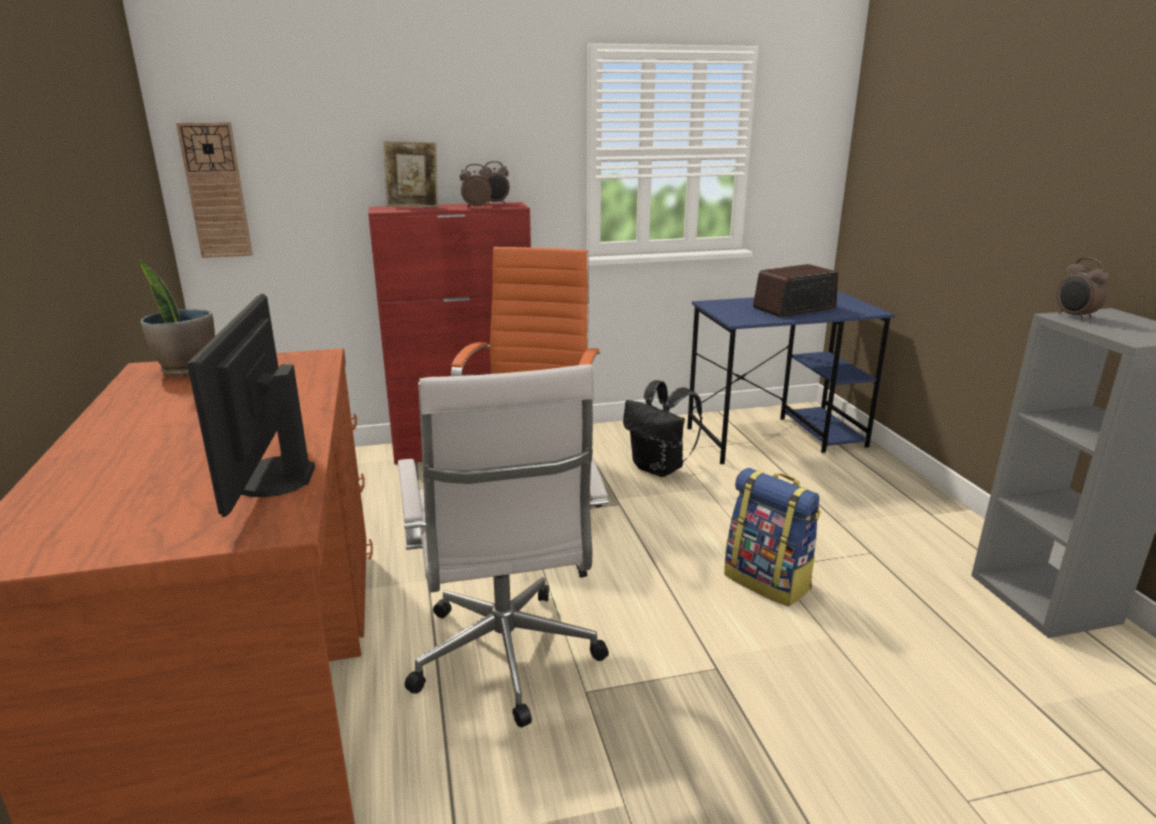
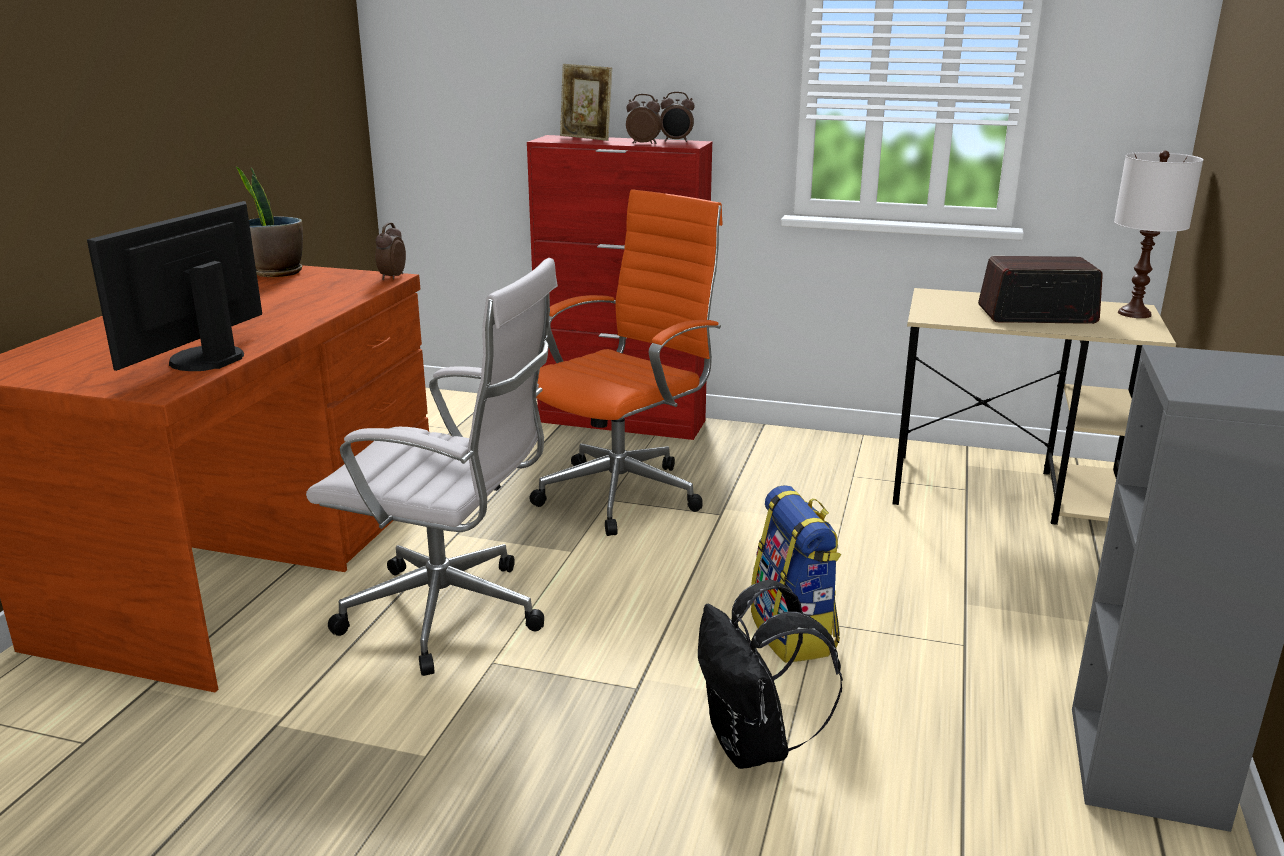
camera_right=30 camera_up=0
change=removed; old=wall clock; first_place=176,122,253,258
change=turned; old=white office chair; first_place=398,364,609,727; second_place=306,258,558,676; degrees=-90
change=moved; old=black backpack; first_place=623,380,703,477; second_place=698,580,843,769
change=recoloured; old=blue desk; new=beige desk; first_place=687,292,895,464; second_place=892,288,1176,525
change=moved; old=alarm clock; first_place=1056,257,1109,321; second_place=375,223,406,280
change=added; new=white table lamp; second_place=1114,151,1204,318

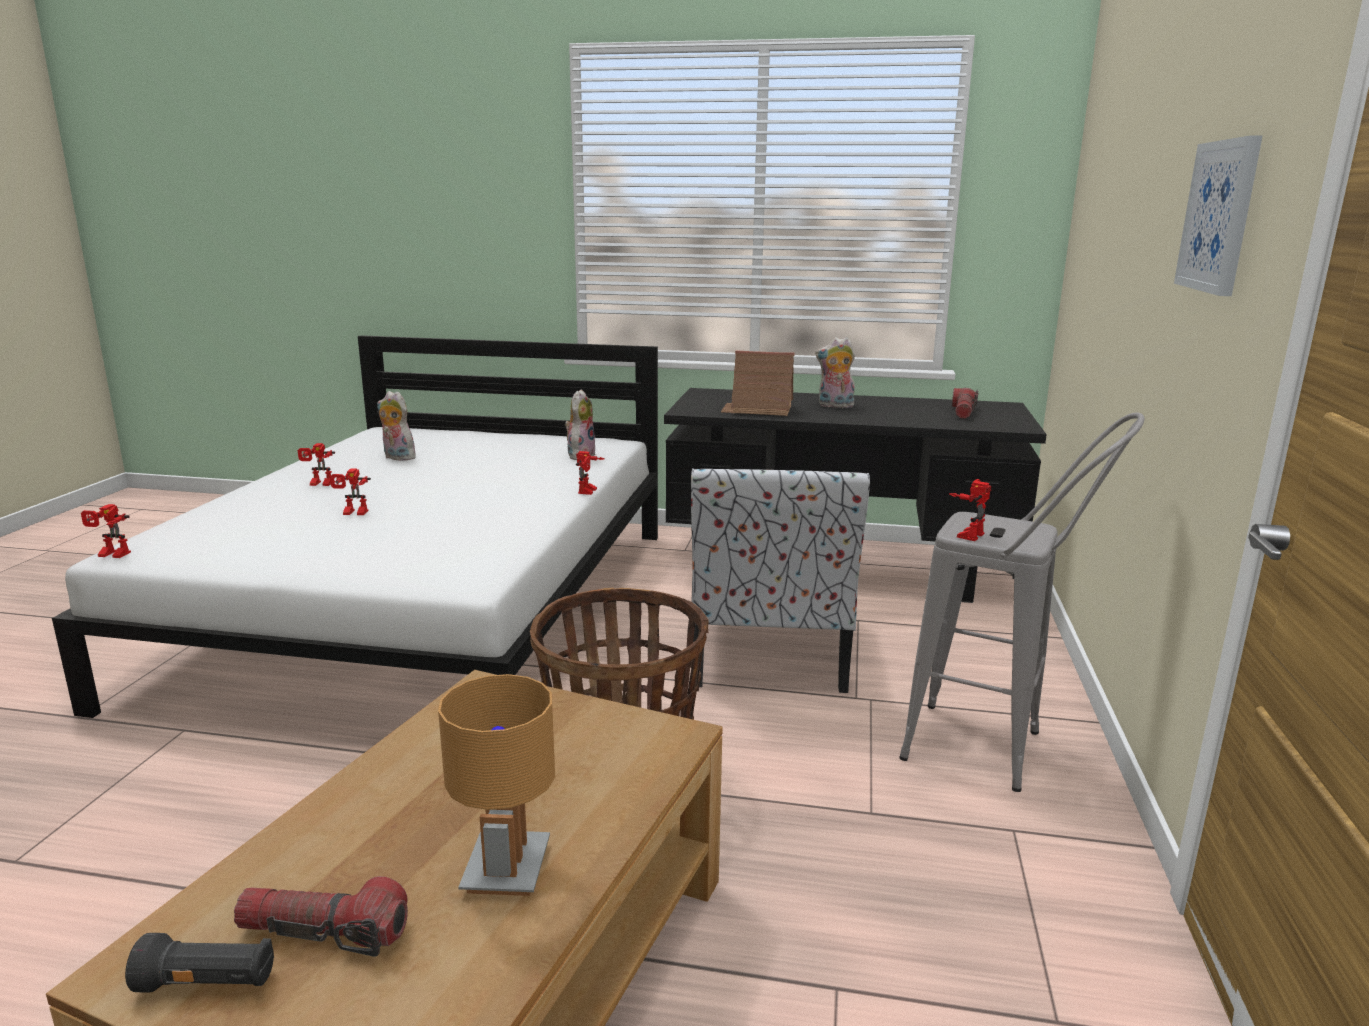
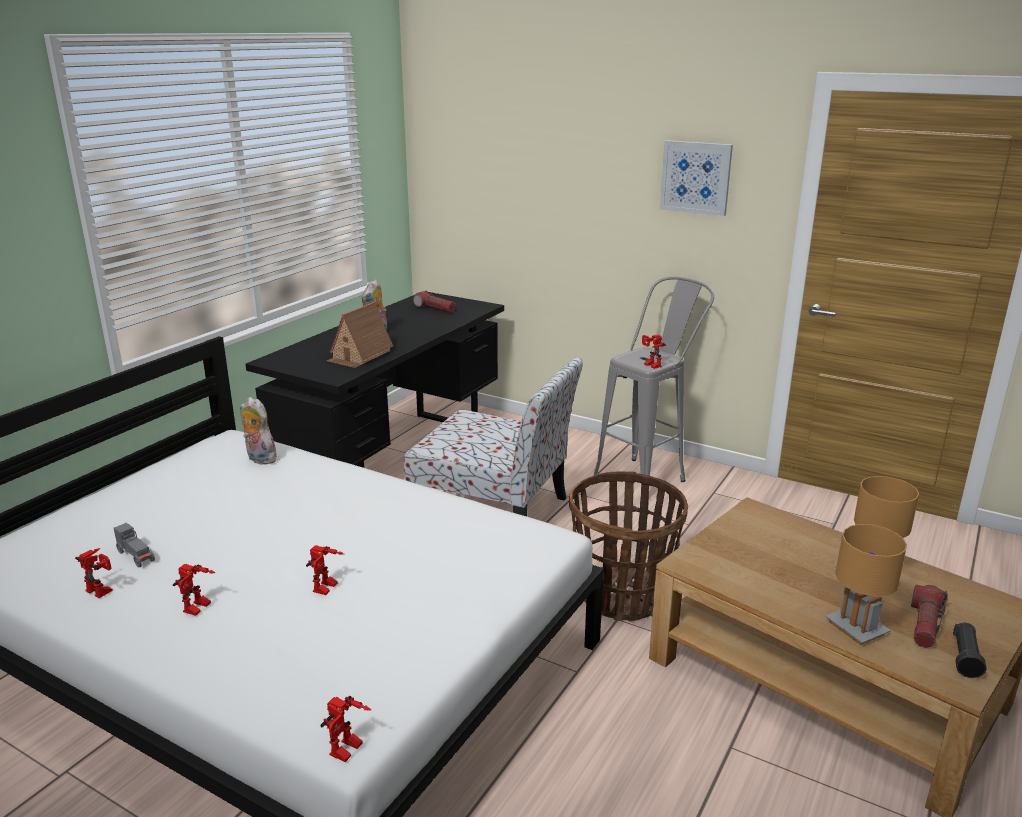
camera_right=-70 camera_up=5
change=replaced; old=plush toy; new=grey toy car; first_place=377,391,420,461; second_place=114,523,155,568
change=moved; old=toy robot; first_place=576,451,605,495; second_place=75,548,113,598
change=added; new=brown table lamp; second_place=825,524,907,645

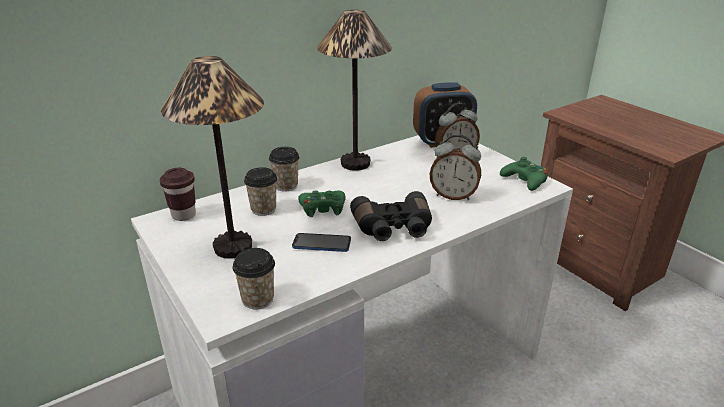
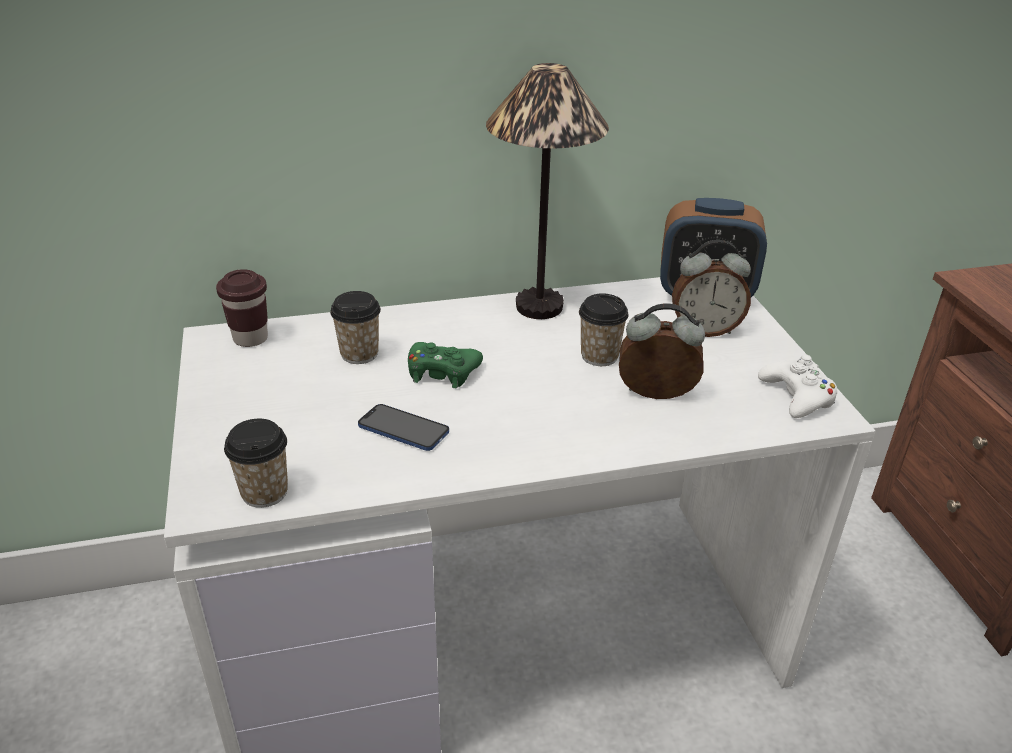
camera_right=20 camera_up=5
change=removed; old=table lamp; first_place=161,56,264,259
change=moved; old=cup; first_place=269,147,299,192; second_place=579,293,629,366
change=removed; old=black binoculars; first_place=350,191,432,241
change=turned; old=alarm clock; first_place=430,134,481,200; second_place=619,303,705,399; degrees=150
change=recoloured; old=green game controller; new=white game controller; first_place=500,157,548,191; second_place=758,355,837,418

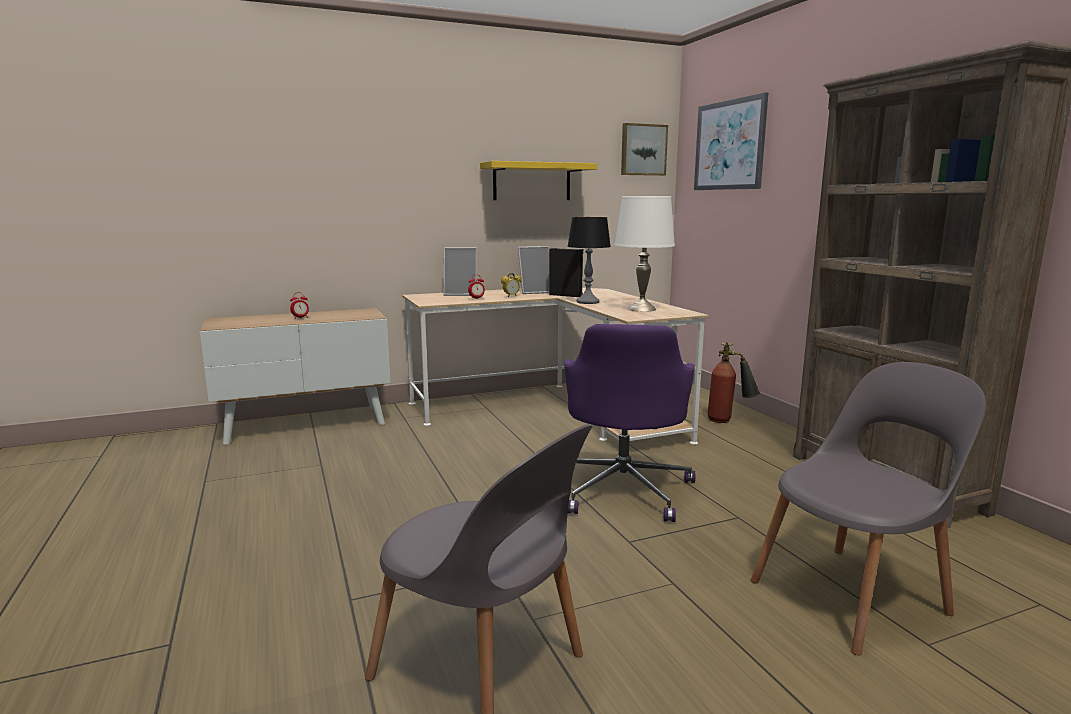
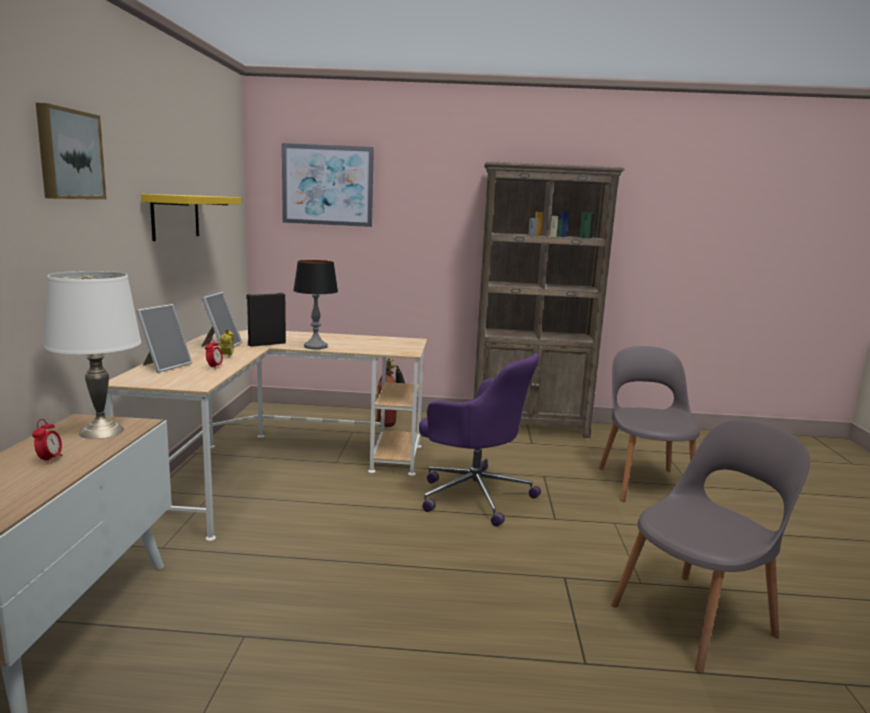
camera_right=-65 camera_up=0
change=moved; old=white table lamp; first_place=614,196,675,312; second_place=44,271,141,439
change=moved; old=picture; first_place=621,123,668,176; second_place=36,103,106,199

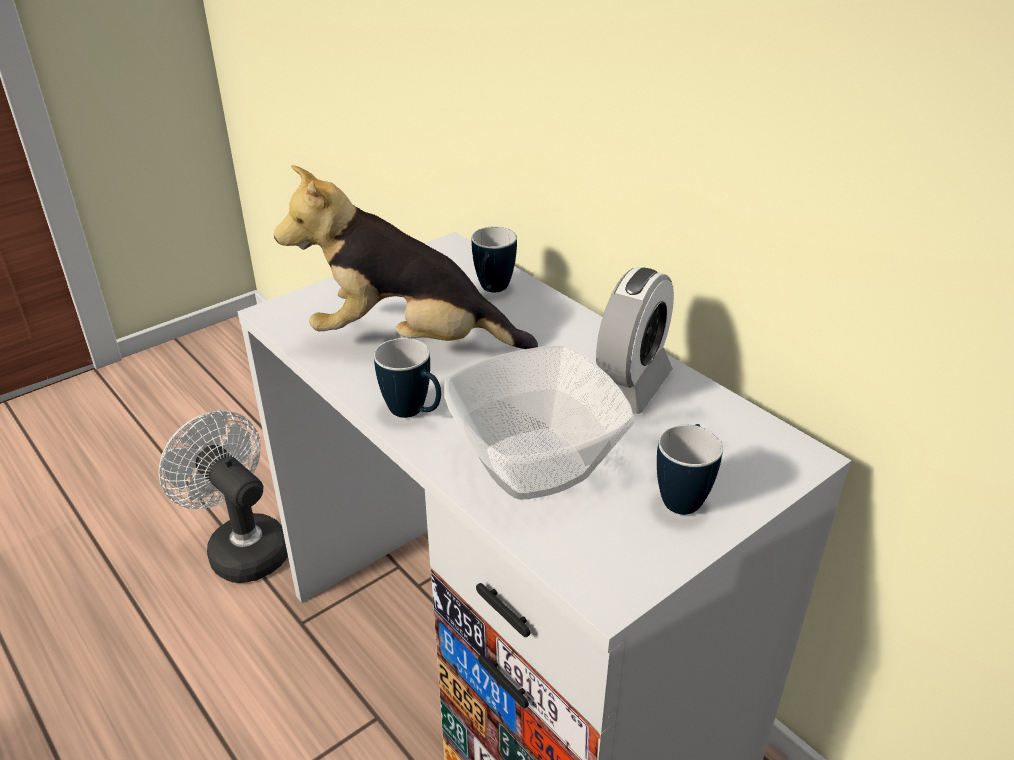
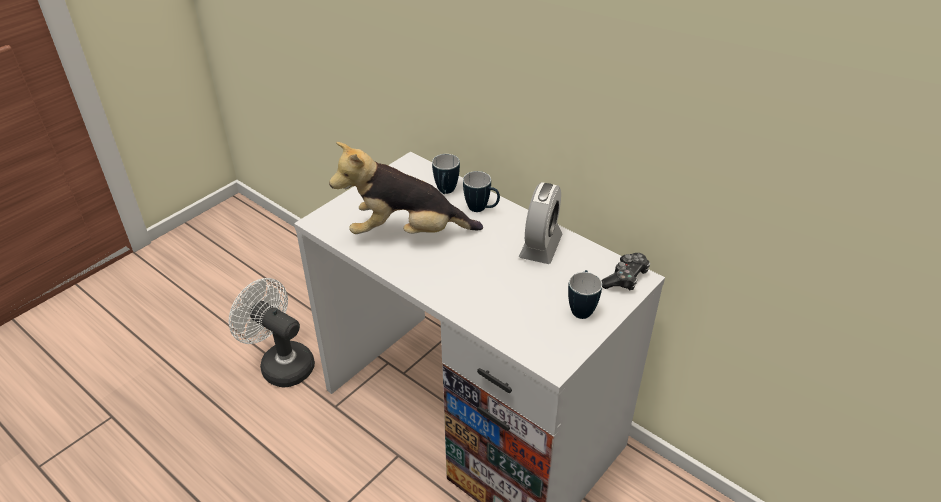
camera_right=-10 camera_up=5
change=moved; old=mug; first_place=374,338,441,418; second_place=463,171,500,212
change=removed; old=bowl; first_place=444,346,634,499
change=added; new=game controller; second_place=601,253,650,290

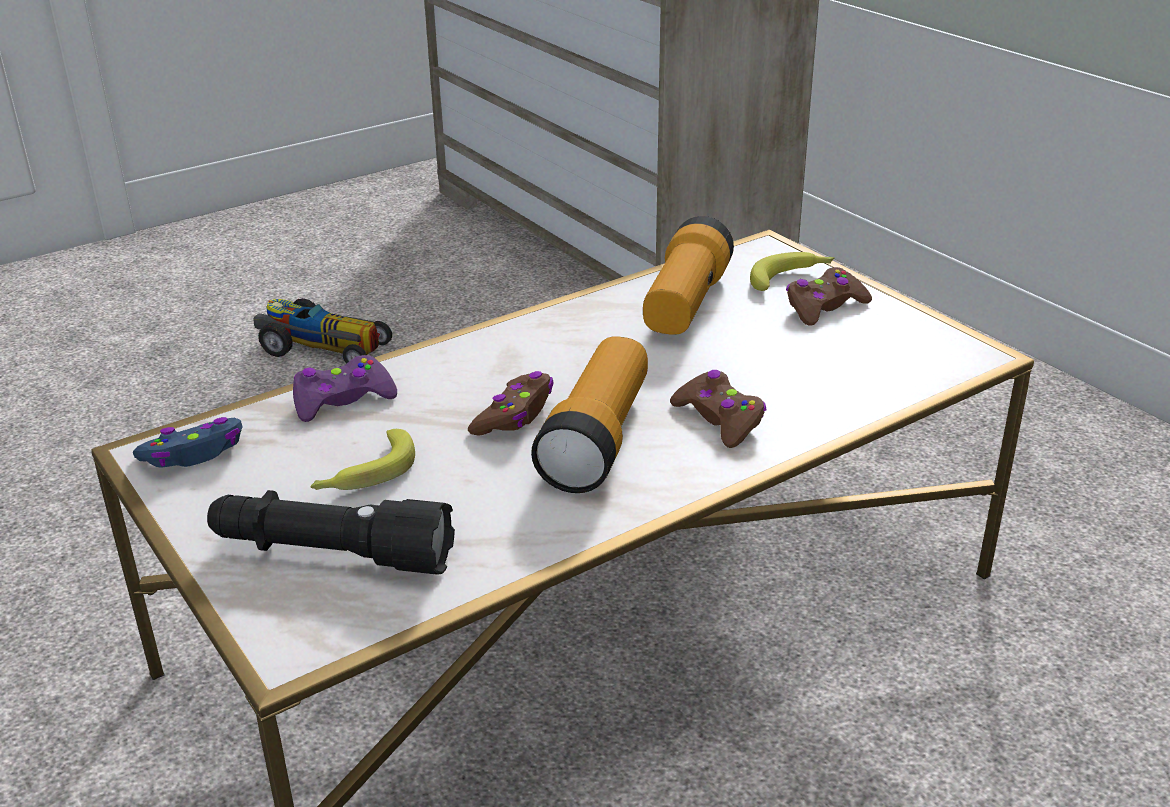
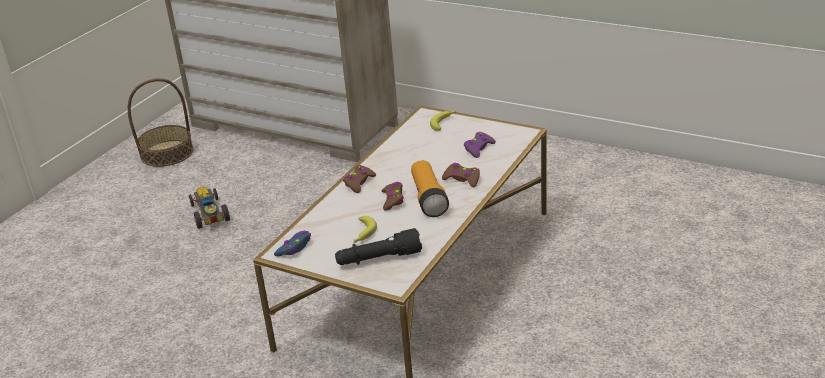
camera_right=-25 camera_up=0
change=turned; old=toy car; first_place=253,298,392,364; second_place=189,186,230,229; degrees=-105
change=moved; old=purple game controller; first_place=293,355,397,422; second_place=464,132,496,158
change=removed; old=flashlight; first_place=643,216,734,335
change=moved; old=brown game controller; first_place=786,267,872,326; second_place=343,165,376,193
change=added; new=basket; second_place=128,78,194,167

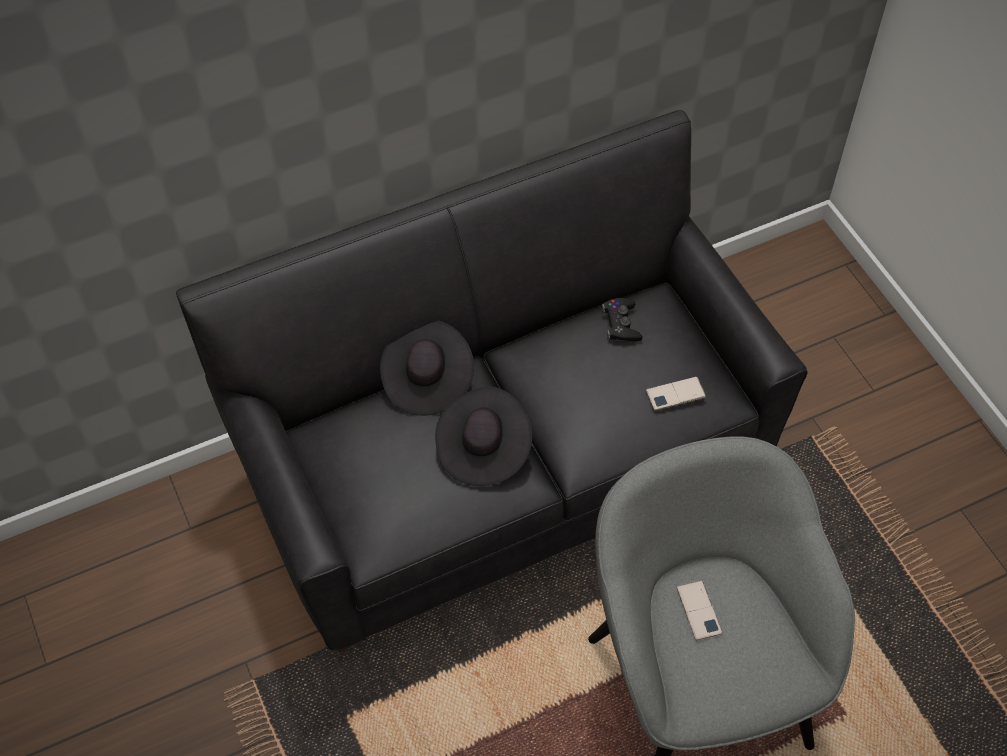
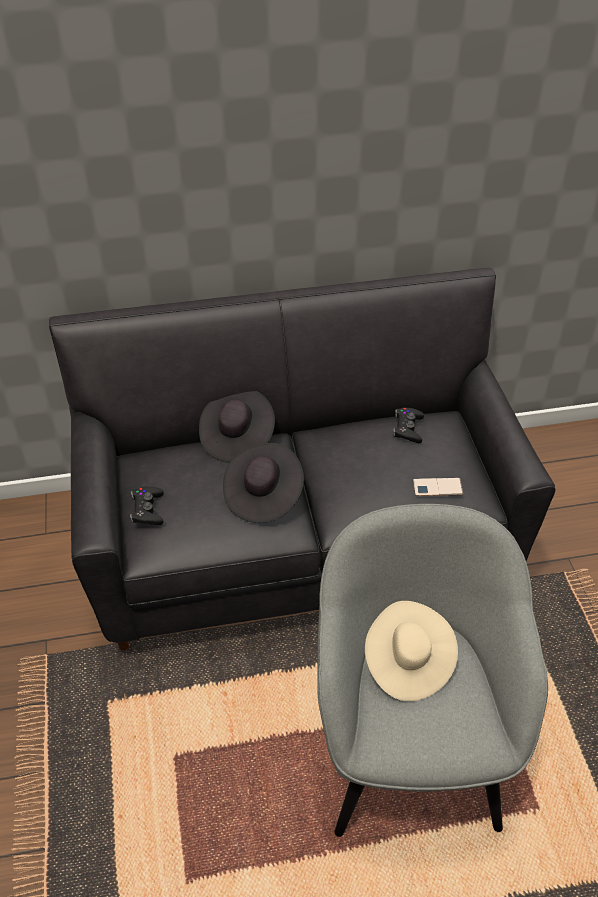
camera_right=15 camera_up=-10
change=replaced; old=phone; new=beige hat; first_place=677,580,722,640; second_place=365,601,458,701
change=added; new=black game controller; second_place=130,486,164,525

